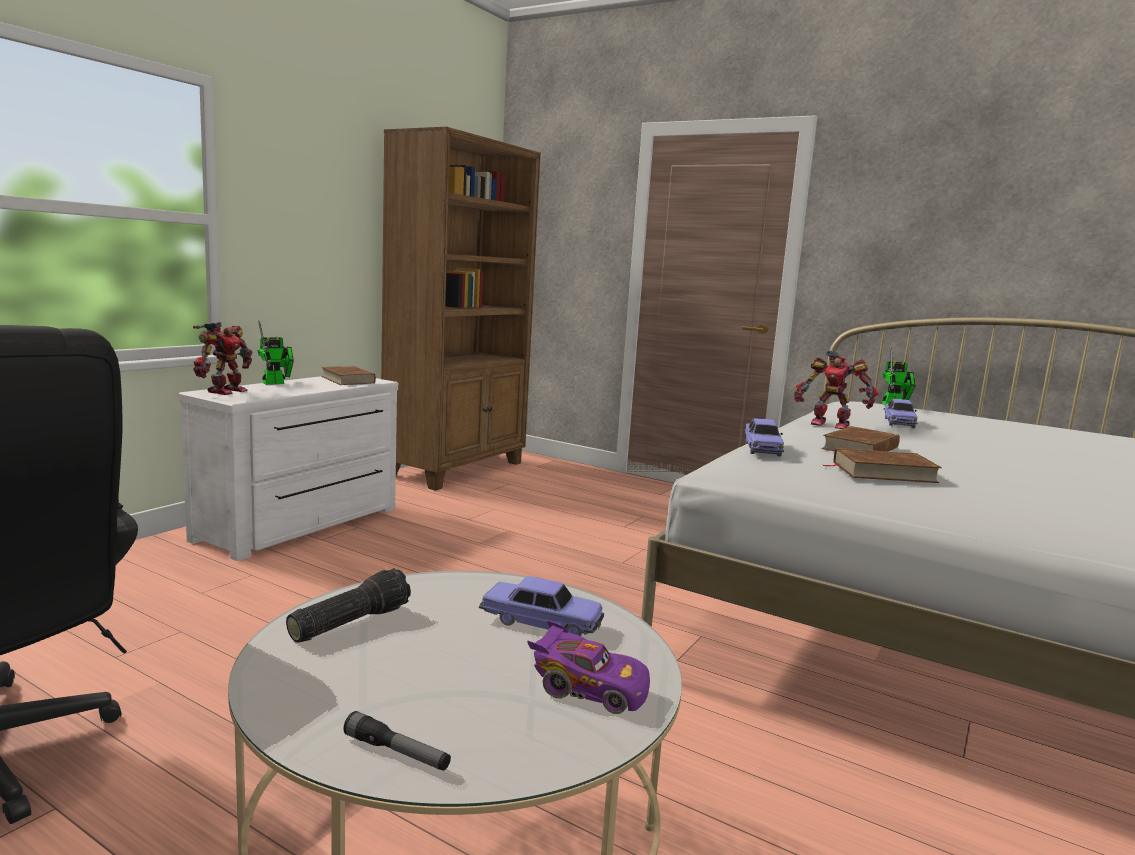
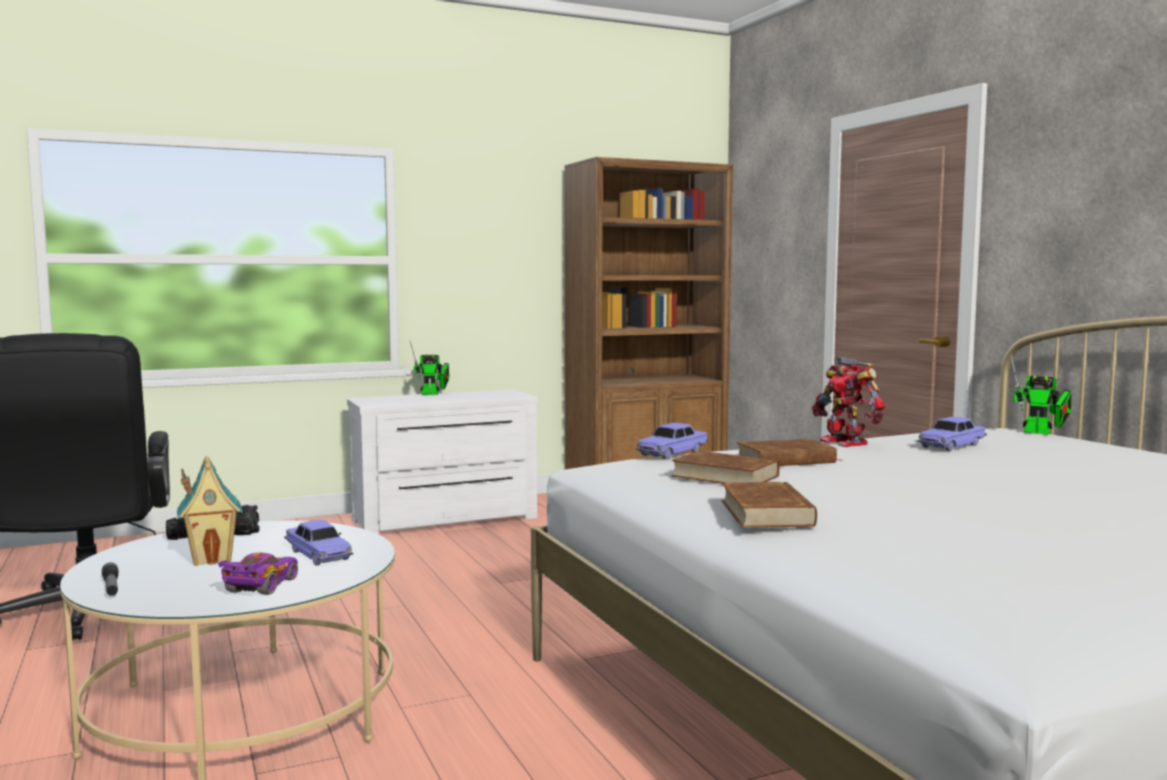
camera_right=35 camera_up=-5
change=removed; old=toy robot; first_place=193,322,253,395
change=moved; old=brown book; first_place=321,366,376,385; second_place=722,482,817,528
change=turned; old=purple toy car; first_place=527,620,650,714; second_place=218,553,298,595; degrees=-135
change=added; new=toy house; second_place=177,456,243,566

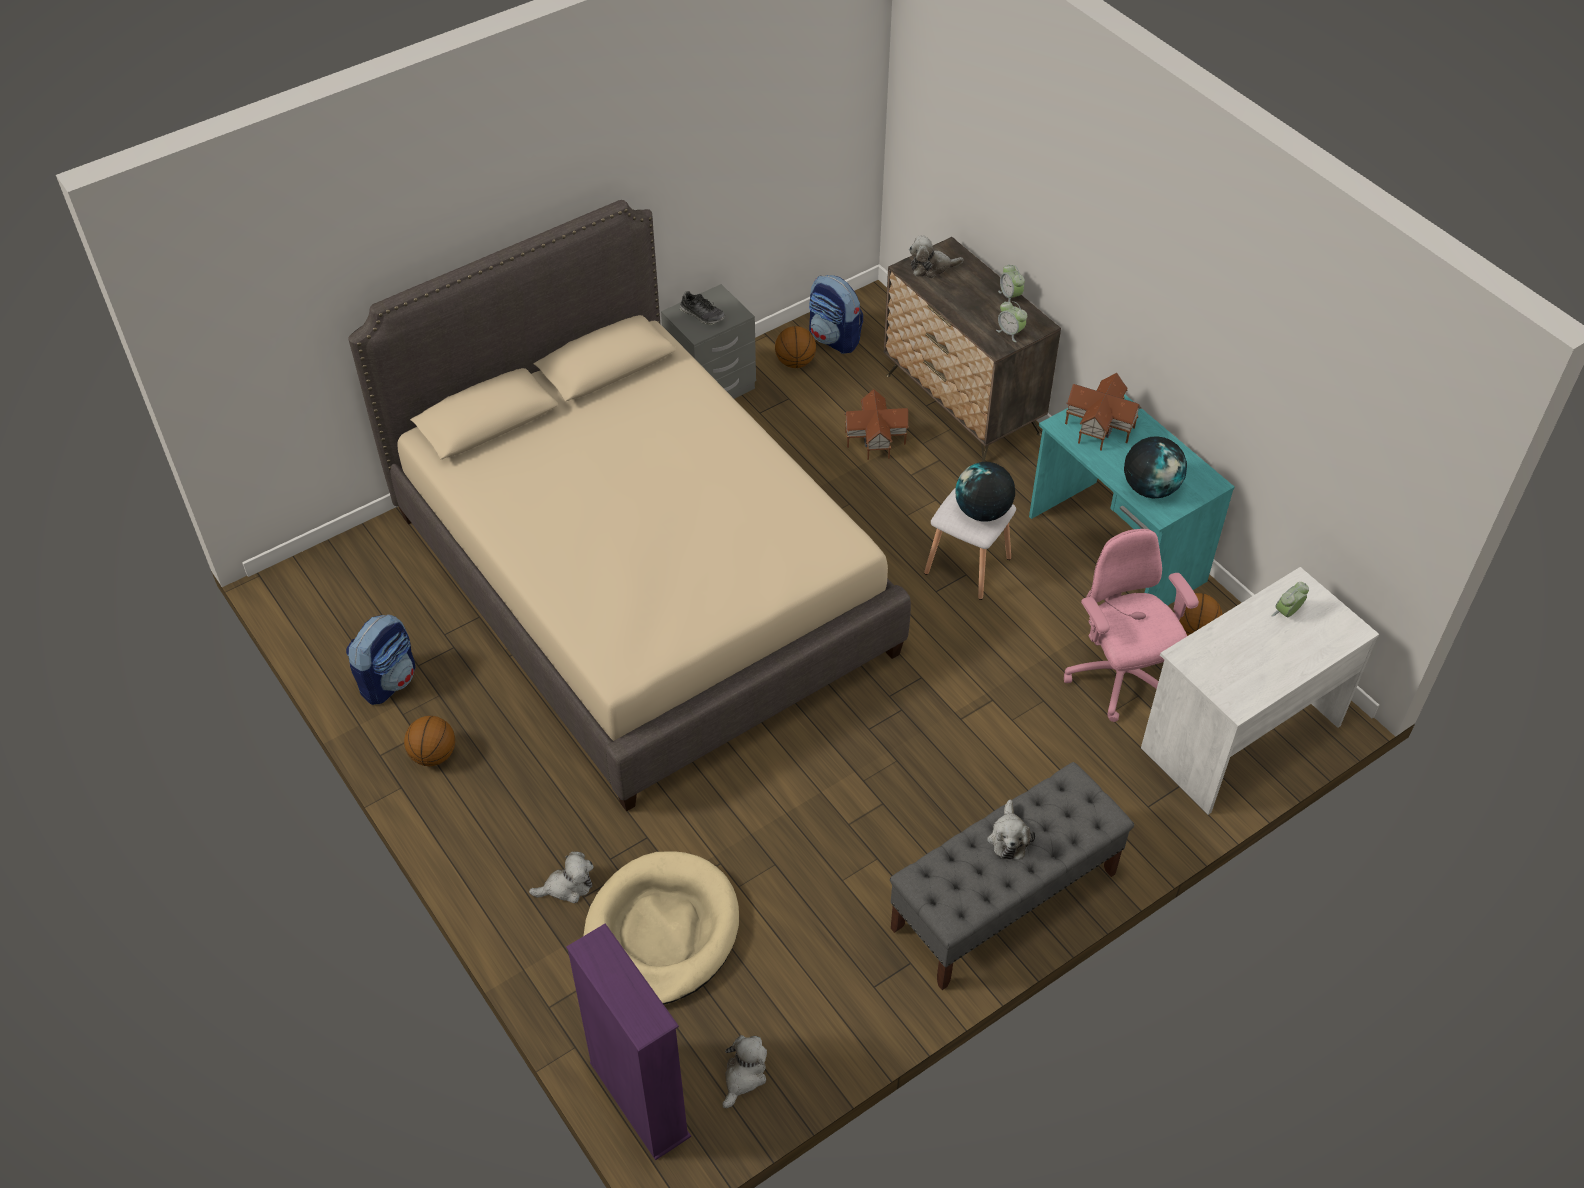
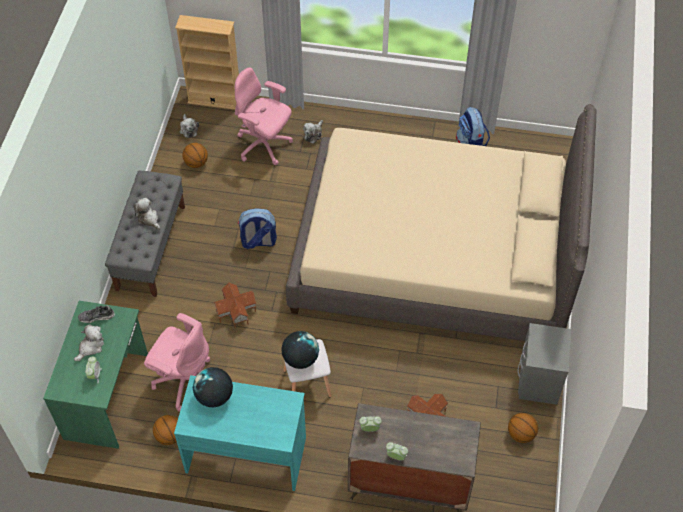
camera_right=135 camera_up=5
change=moved; old=basketball; first_place=404,716,455,766; second_place=182,143,208,168
change=recoloured; old=purple bookcase; new=beige bookcase; first_place=566,924,691,1161; second_place=175,15,239,110
change=replaced; old=beige dog bed; new=pink office chair; first_place=583,851,739,1004; second_place=235,67,293,165
change=moved; old=shoe; first_place=679,291,725,325; second_place=78,306,115,323
change=moved; old=backpack; first_place=809,275,863,354; second_place=238,208,277,249
change=moved; old=plush toy; first_place=909,235,964,278; second_place=74,324,104,361
change=moved; old=toy house; first_place=1065,373,1142,451; second_place=214,282,256,329
change=recoloured; old=white desk; new=green desk; first_place=1141,567,1379,815; second_place=43,301,148,449

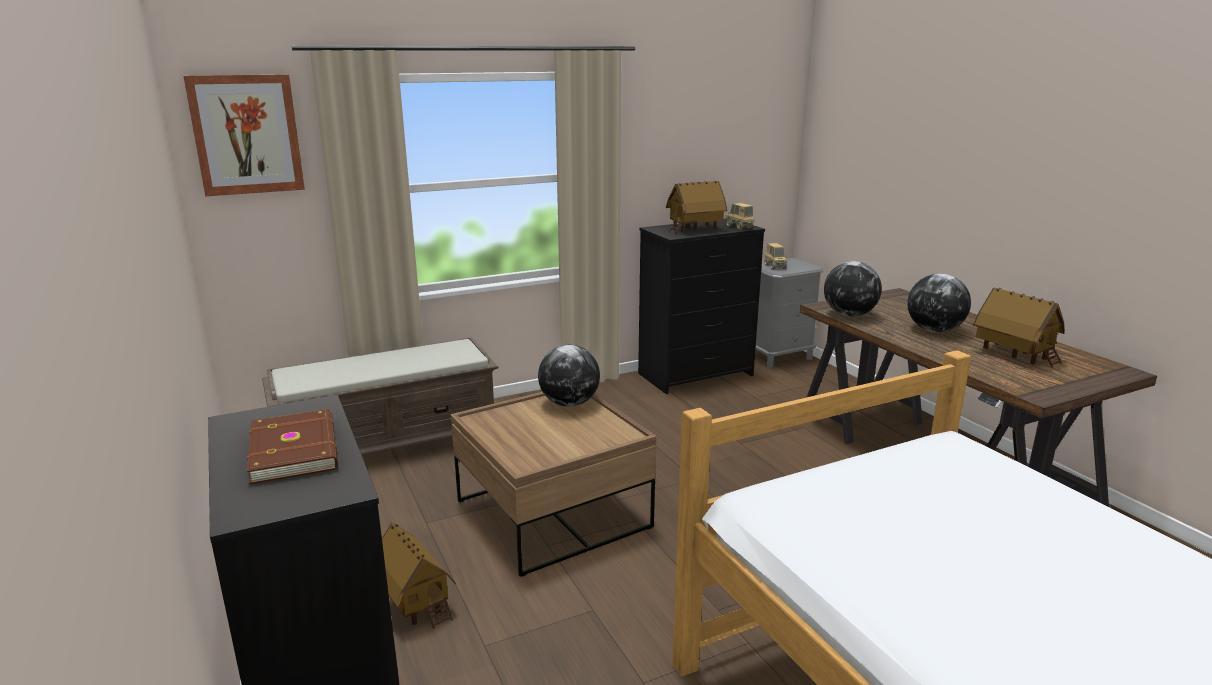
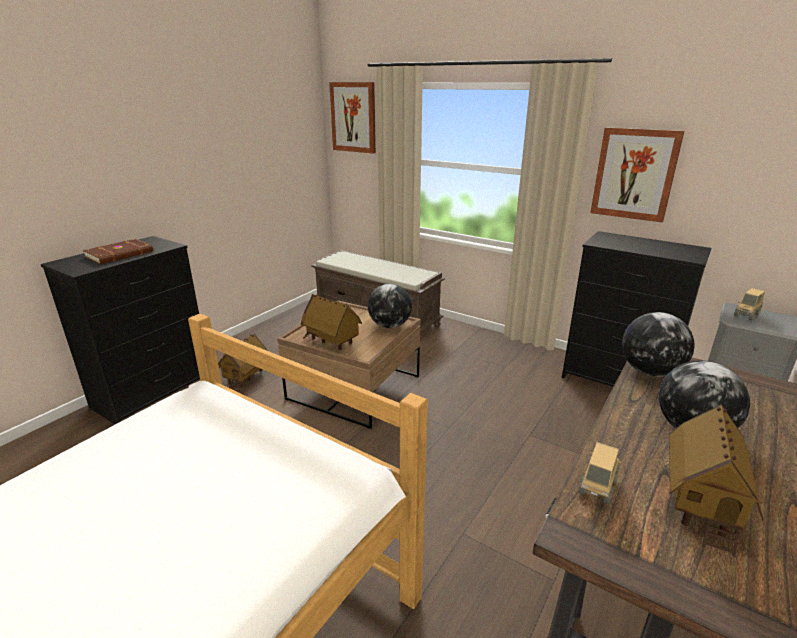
camera_right=60 camera_up=5
change=moved; old=toy house; first_place=666,181,727,235; second_place=301,294,362,350
change=moved; old=toy truck; first_place=725,203,755,230; second_place=579,442,621,504
change=added; new=picture; second_place=590,127,684,223

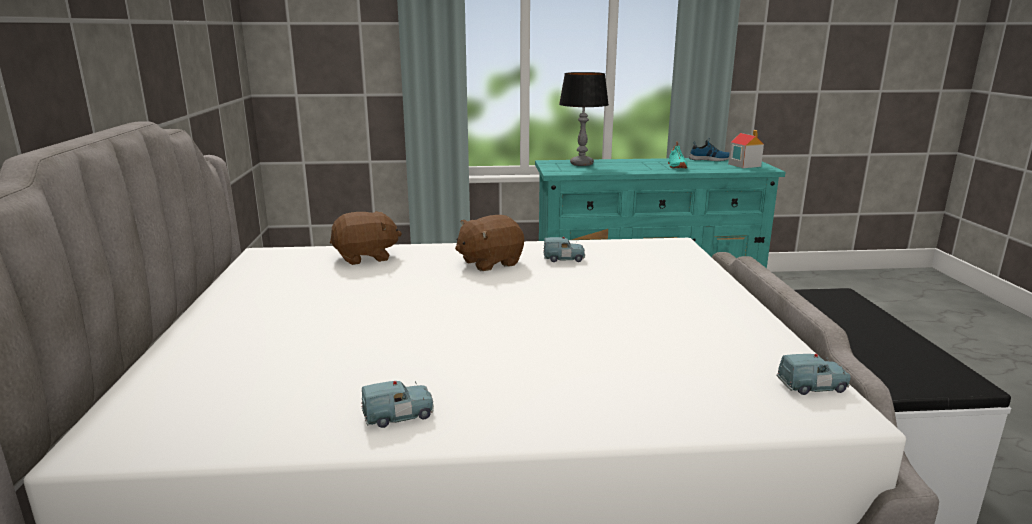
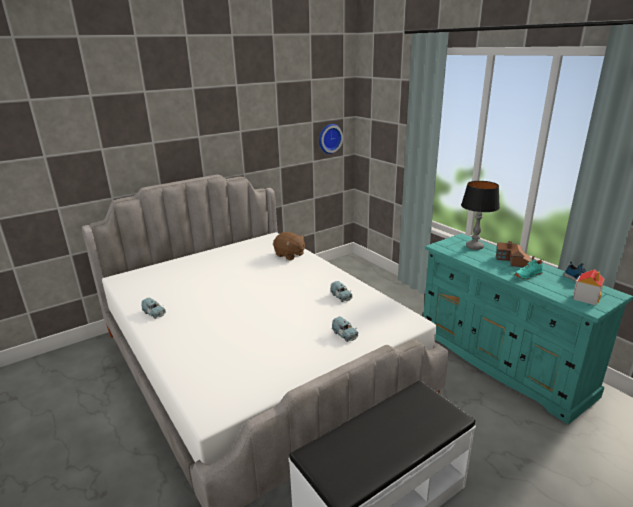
camera_right=60 camera_up=5
change=removed; old=brown plush toy; first_place=455,215,524,271
change=moved; old=blue toy car; first_place=777,354,851,395; second_place=331,316,358,342
change=added; new=wall clock; second_place=319,124,343,154
change=added; new=toy house; second_place=496,241,531,267

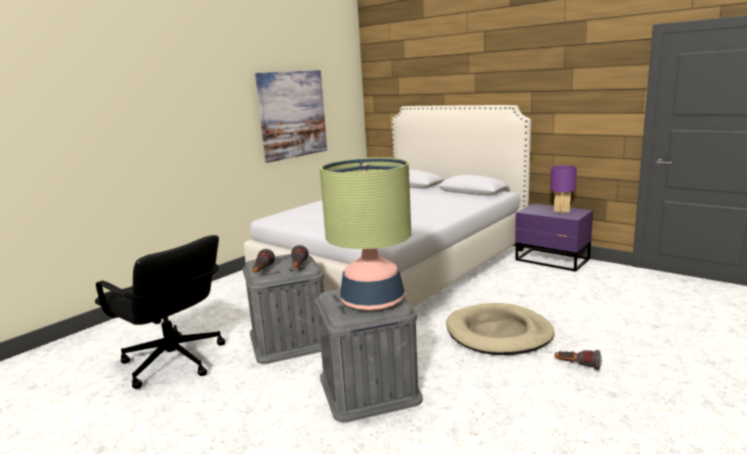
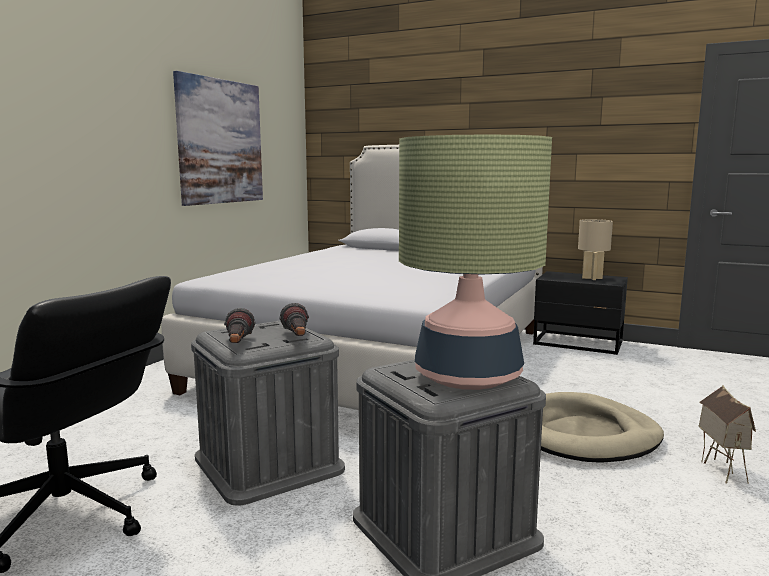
camera_right=-15 camera_up=-5
change=recoloured; old=purple nightstand; new=black nightstand; first_place=515,203,593,272; second_place=533,271,628,355
change=recoloured; old=purple table lamp; new=beige table lamp; first_place=550,165,577,214; second_place=578,219,613,280
change=replaced; old=flashlight; new=toy house; first_place=555,350,602,370; second_place=698,385,756,484

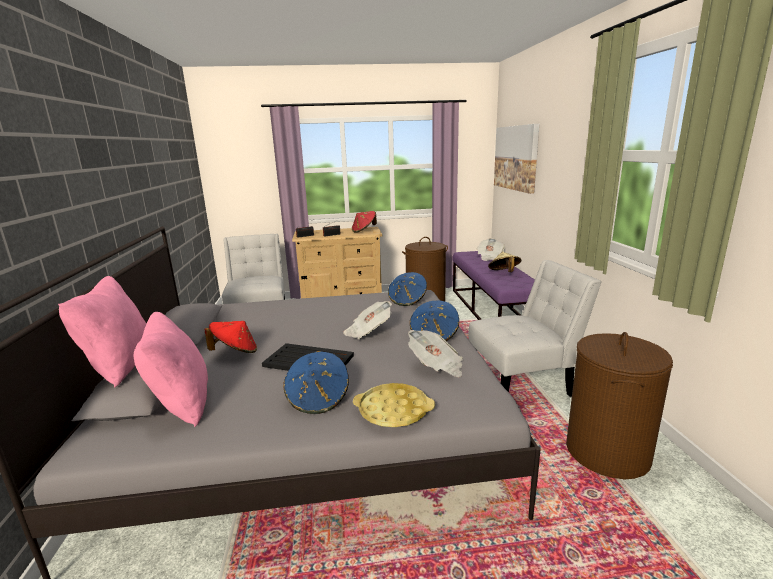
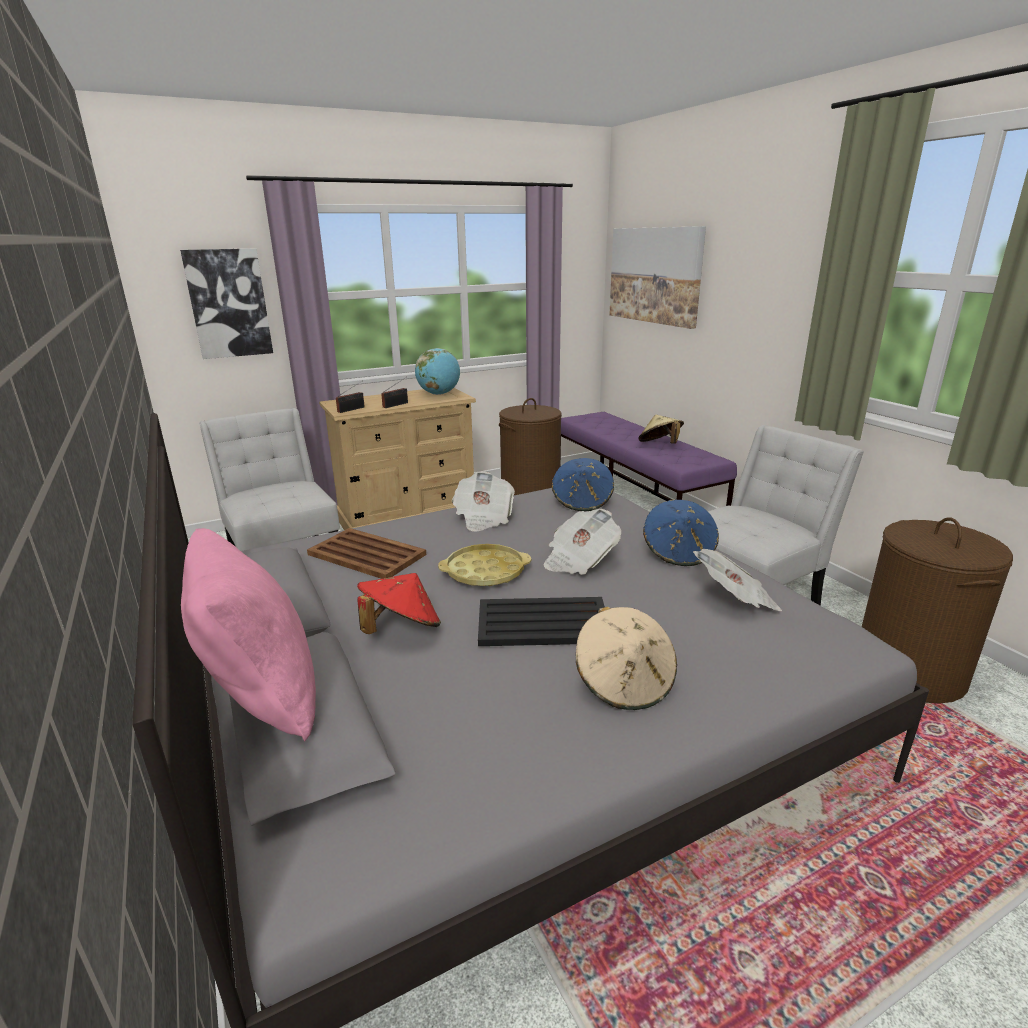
camera_right=-20 camera_up=5
change=removed; old=pink pillow; first_place=134,312,208,427
change=recoloured; old=blue hat; new=beige hat; first_place=283,351,349,414; second_place=576,607,677,710
change=replaced; old=red hat; new=globe; first_place=352,211,377,233; second_place=415,348,460,395
change=moved; old=yellow tray; first_place=353,383,435,427; second_place=438,544,531,586
change=moved; old=newspaper; first_place=476,238,505,261; second_place=452,471,515,532
change=added; new=picture; second_place=180,248,273,359
change=added; new=brown tray; second_place=307,528,426,579

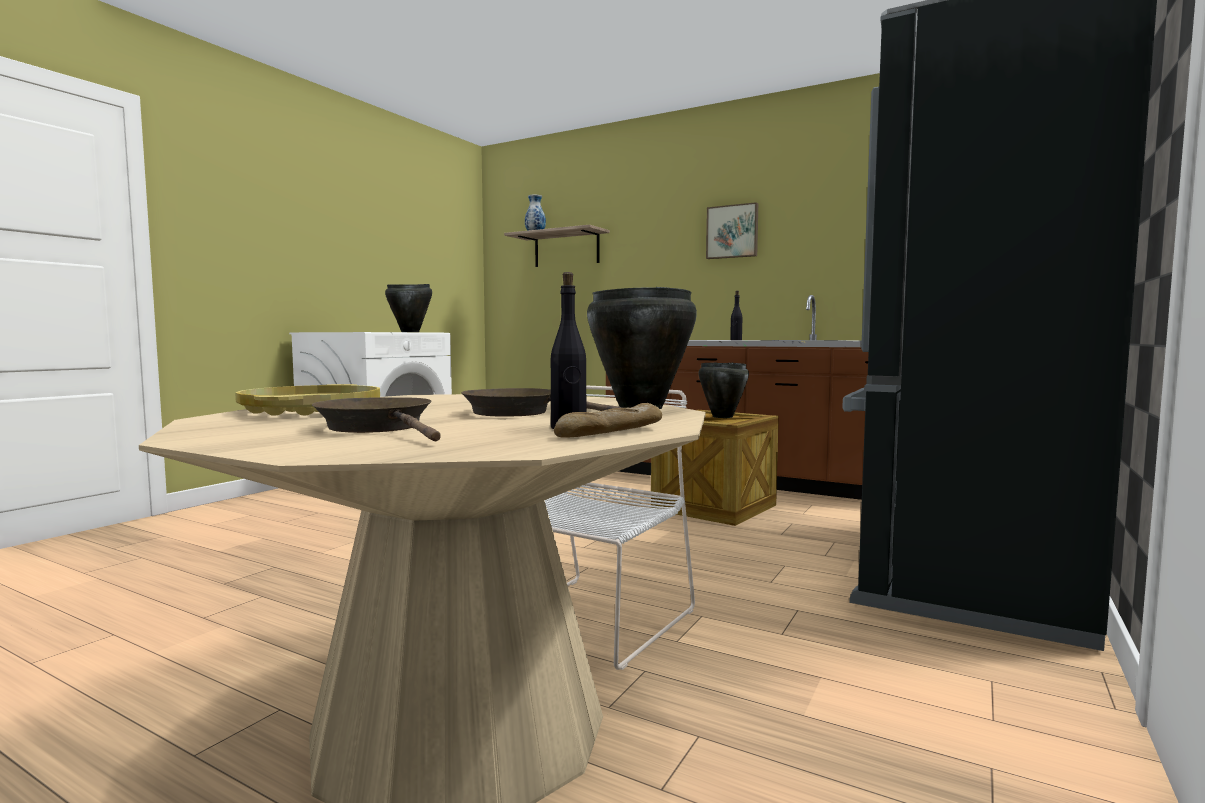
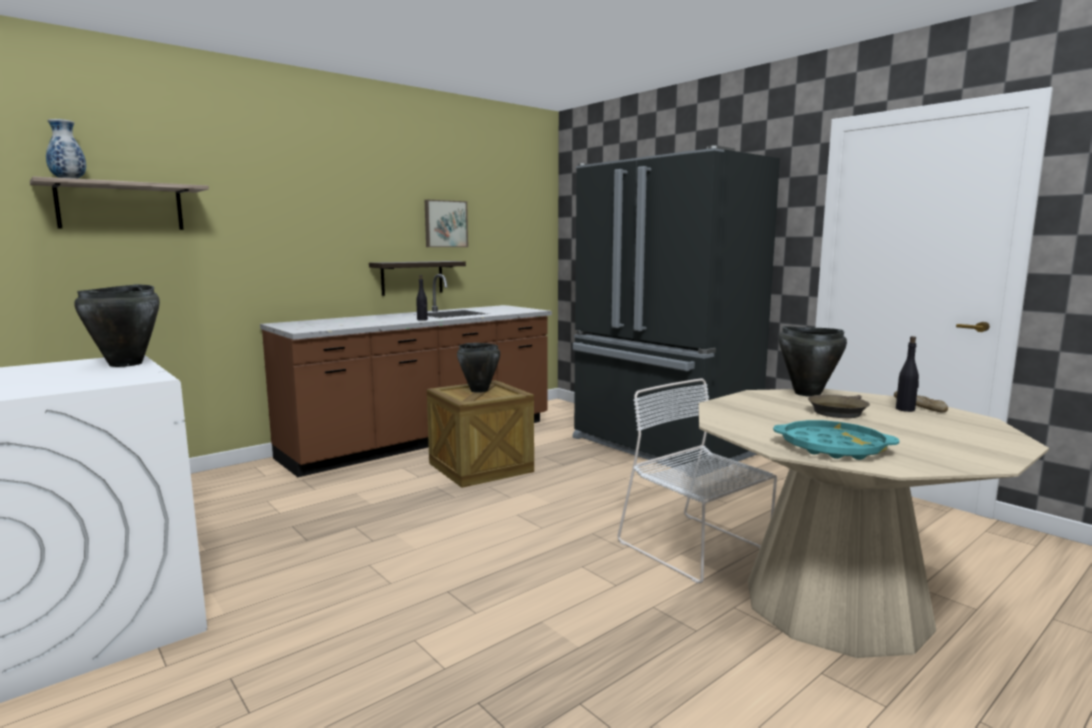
camera_right=-70 camera_up=5
change=recoloured; old=yellow tray; new=turquoise tray; first_place=235,384,380,416; second_place=773,420,899,460
change=removed; old=brown frying pan; first_place=312,397,441,441
change=moved; old=picture; first_place=706,202,758,259; second_place=425,200,468,247
change=added; new=shelf; second_place=369,261,466,296

